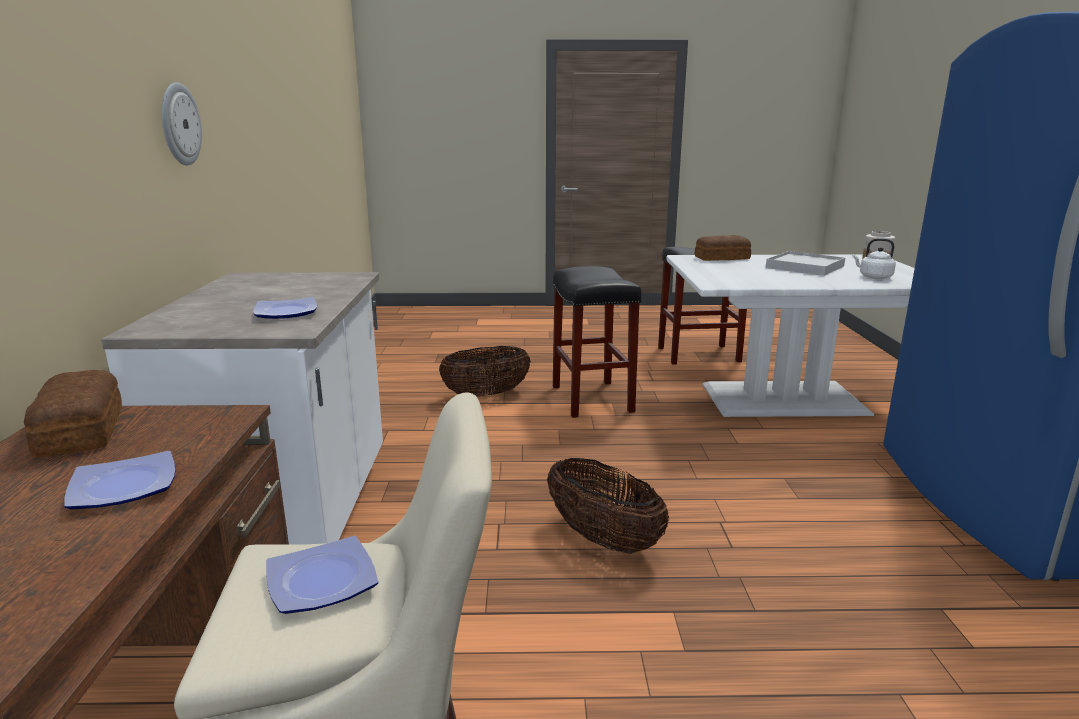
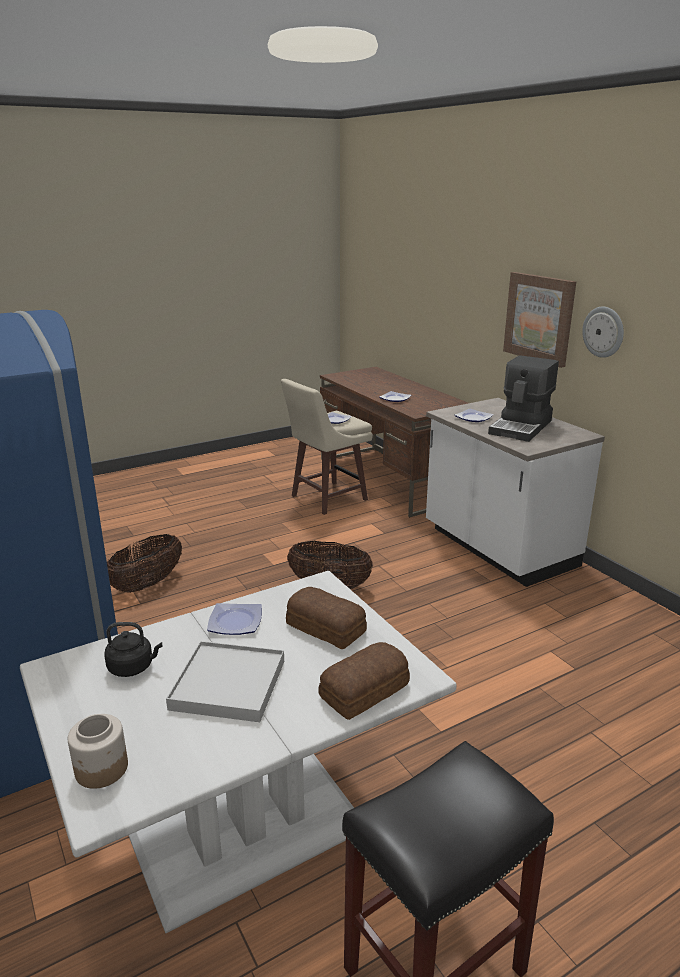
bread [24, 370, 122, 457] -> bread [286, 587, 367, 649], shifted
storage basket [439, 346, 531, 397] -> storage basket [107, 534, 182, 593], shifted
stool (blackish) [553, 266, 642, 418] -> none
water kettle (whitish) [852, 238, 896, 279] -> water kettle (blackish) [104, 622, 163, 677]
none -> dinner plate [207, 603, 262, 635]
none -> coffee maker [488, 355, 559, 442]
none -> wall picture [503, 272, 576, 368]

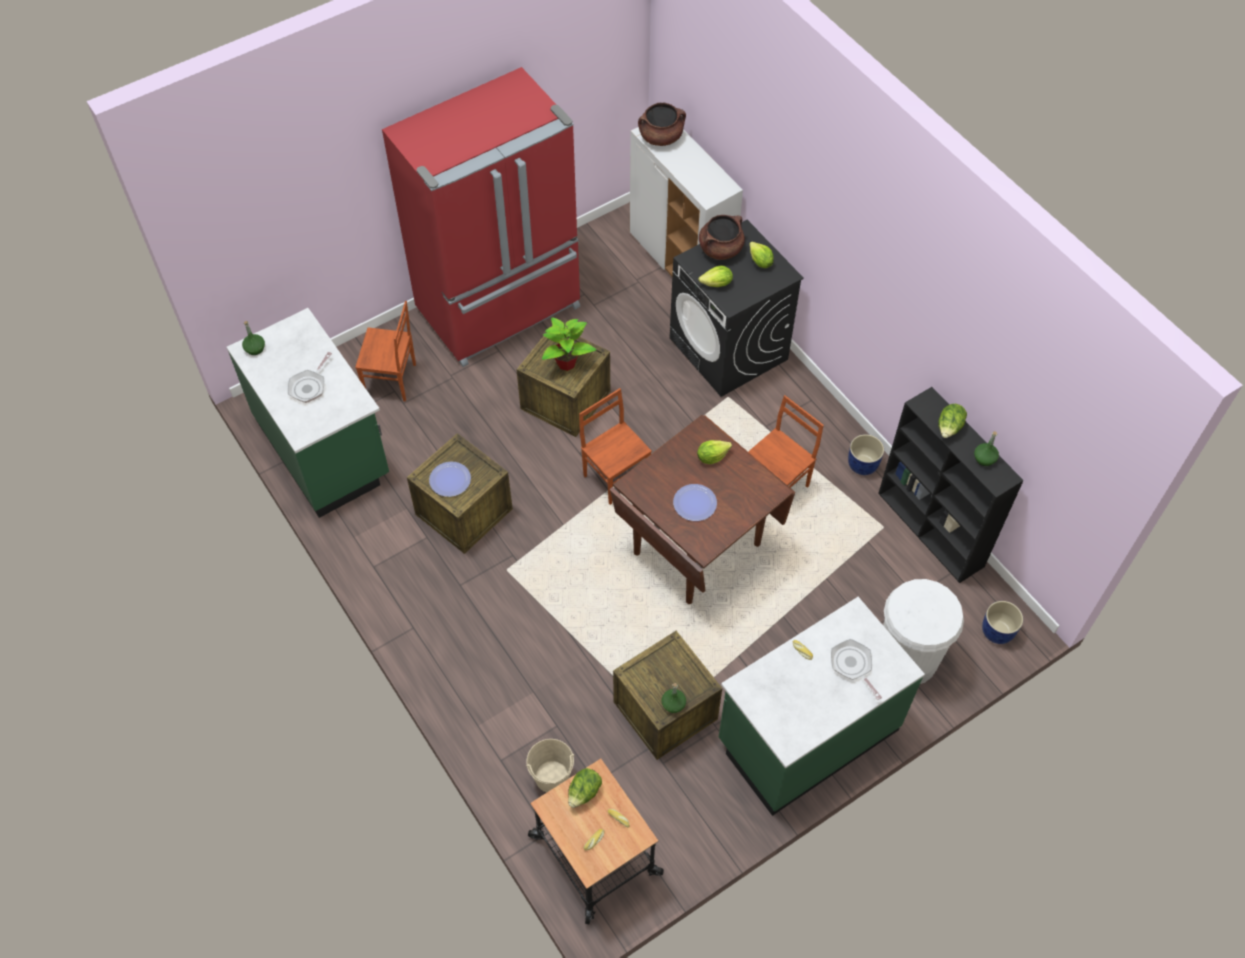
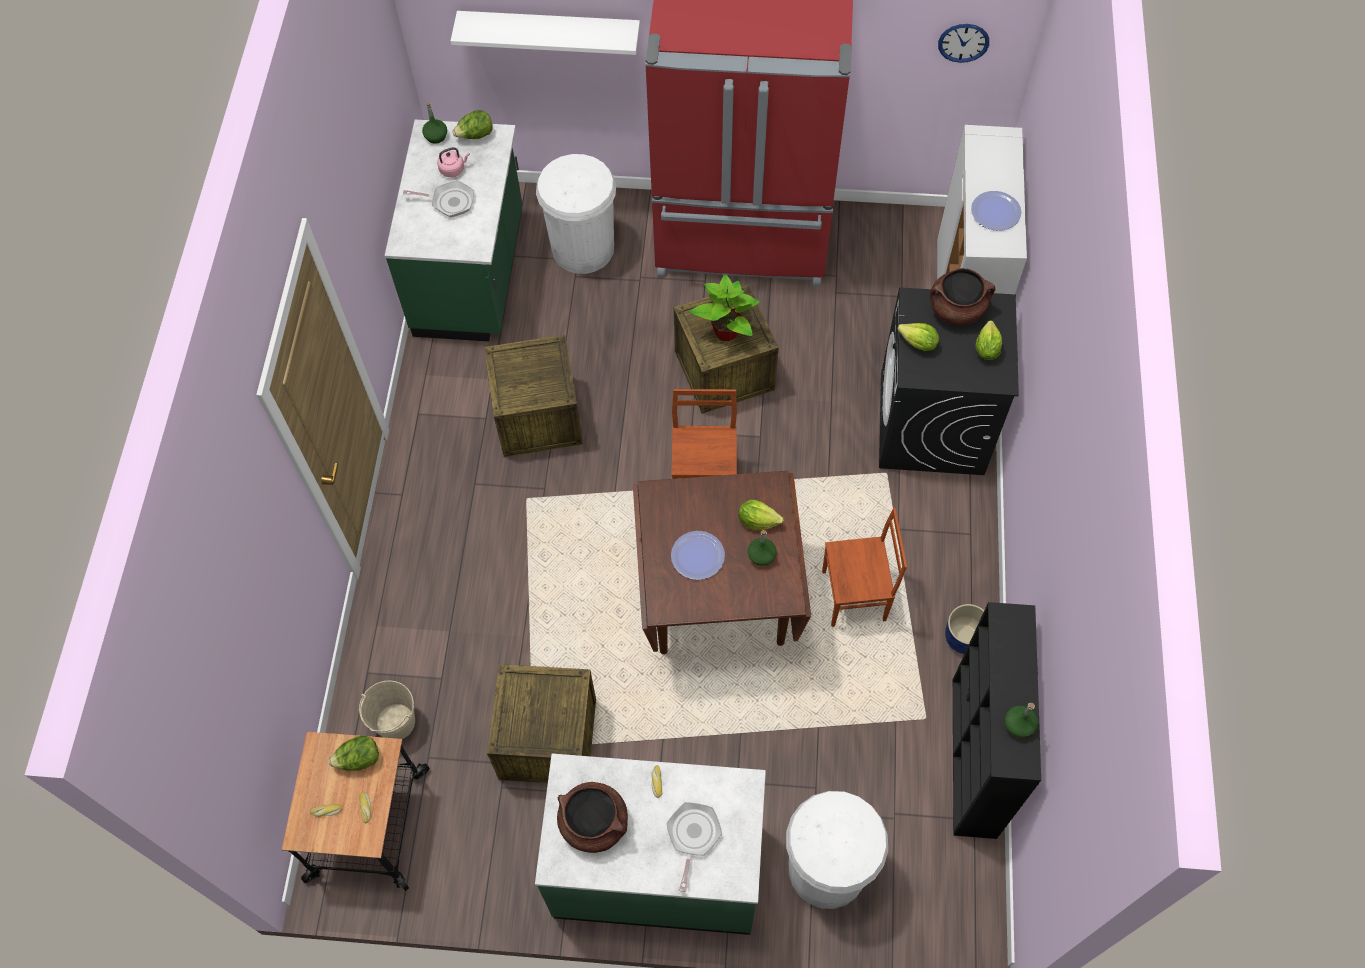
pan [288, 352, 332, 403] -> pan [403, 180, 474, 217], 150 degrees counterclockwise
plain chair (brownish) [355, 301, 416, 402] -> rubbish bin (whitish) [536, 154, 616, 274]
dinner plate [429, 462, 471, 497] -> dinner plate [971, 191, 1021, 231], shifted
saucepot (brownish) [638, 102, 686, 146] -> saucepot (brownish) [557, 782, 628, 853], shifted
bottle (greenish) [661, 683, 686, 713] -> bottle (greenish) [748, 530, 777, 566], shifted
lettuce [938, 404, 967, 438] -> lettuce [452, 110, 493, 139], shifted
flower pot (blue-coloured) [982, 601, 1023, 644] -> none
none -> water kettle (pink-coloured) [437, 147, 470, 177]
none -> wall shelf (whitish) [451, 11, 640, 55]
none -> hanging clock [938, 24, 989, 63]

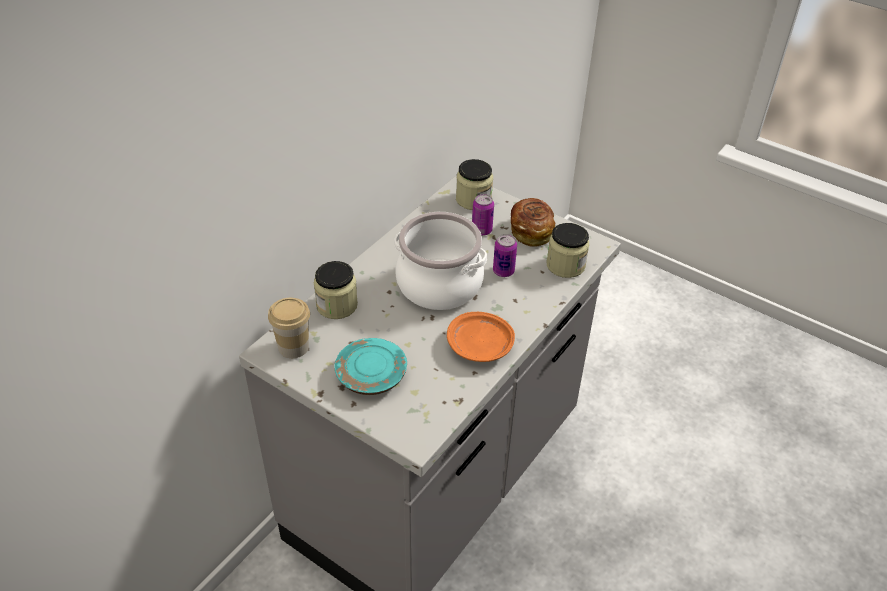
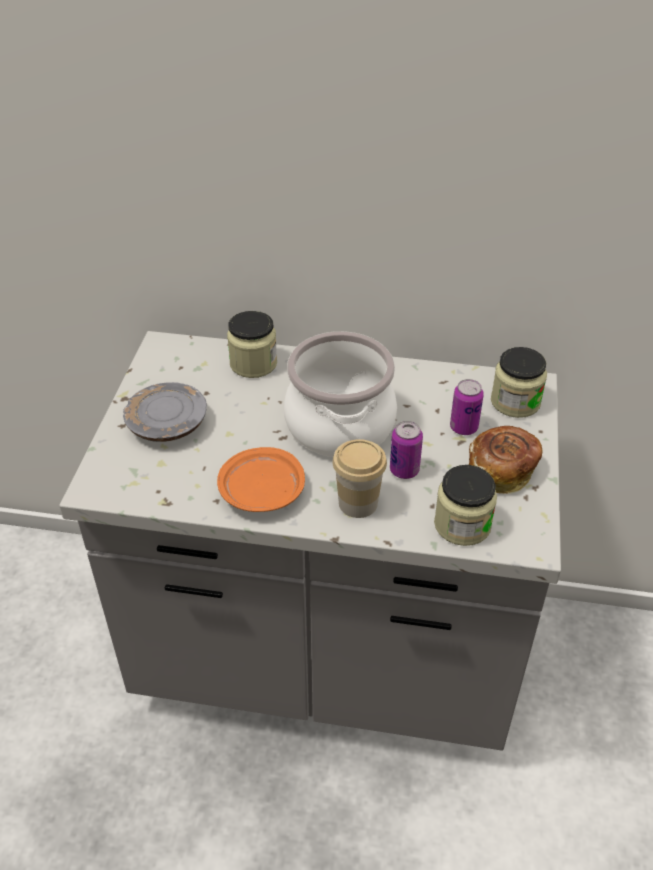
small cup [268, 298, 310, 358] -> small cup [332, 439, 387, 518], shifted
dinner plate (turquoise) [334, 338, 407, 395] -> dinner plate (greyish) [123, 382, 207, 442]

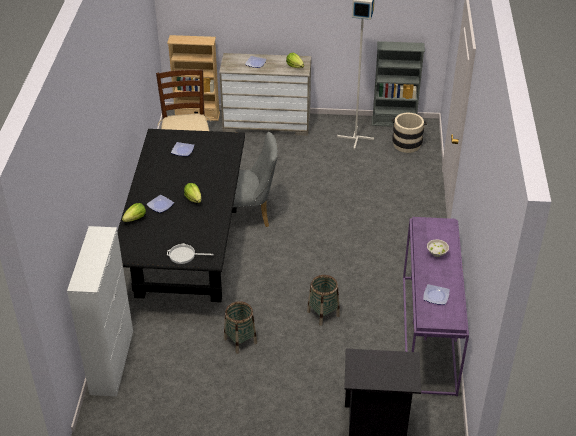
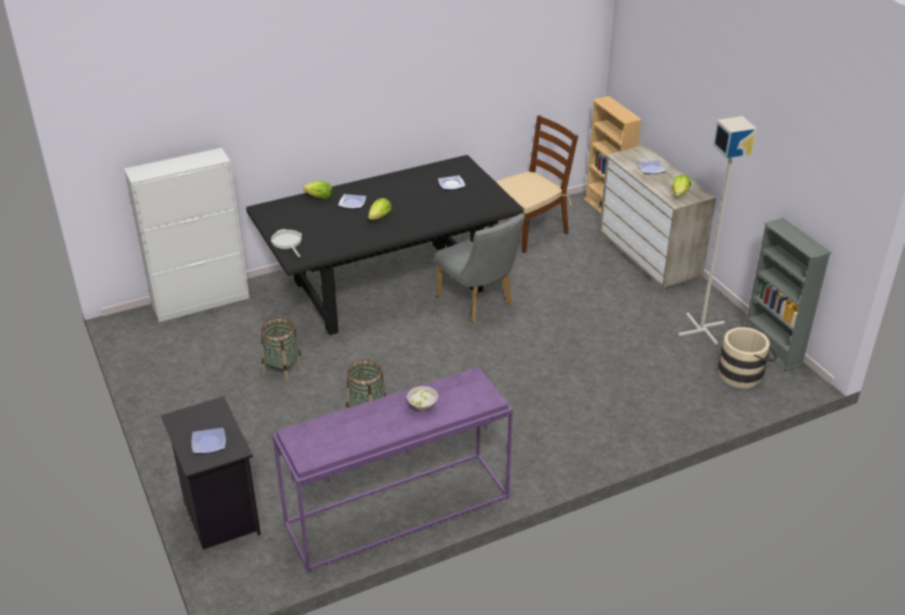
dinner plate [423, 284, 450, 305] -> dinner plate [191, 428, 226, 454], shifted

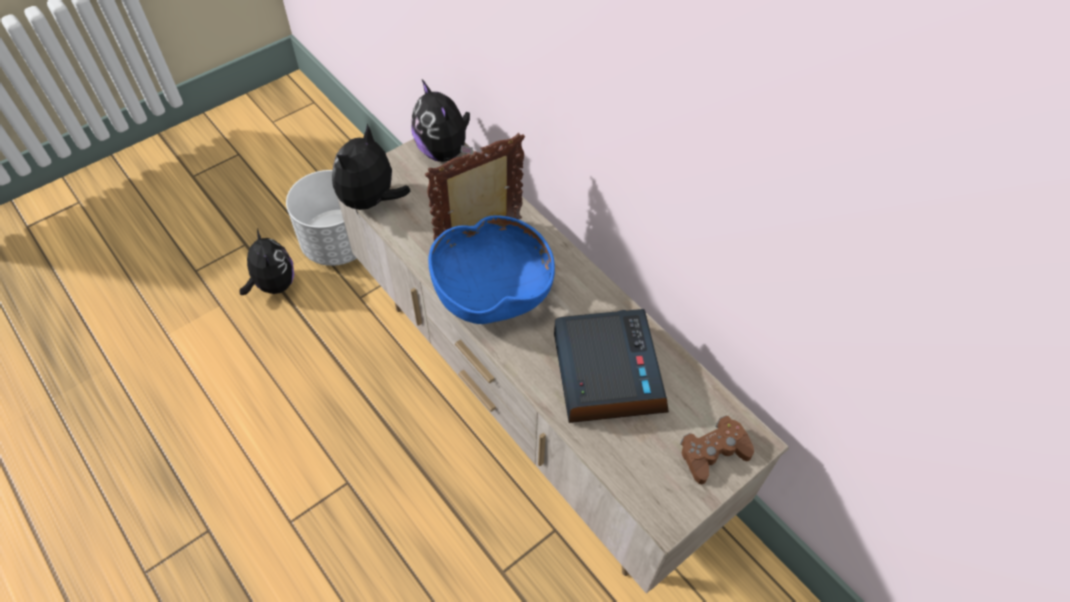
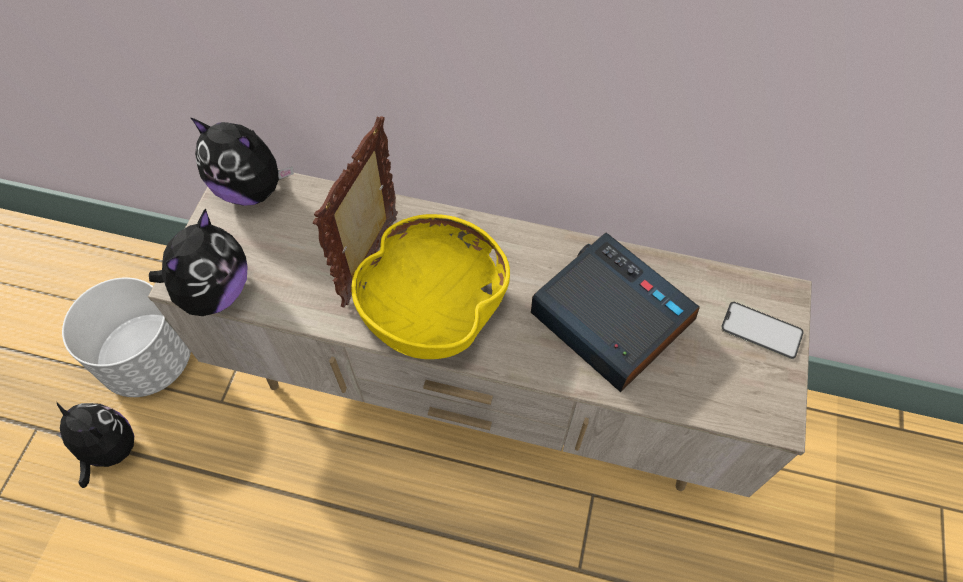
soft toy [332, 123, 411, 218] -> soft toy [149, 208, 247, 316], 150 degrees counterclockwise
deep dish (blue-coloured) [428, 215, 555, 324] -> deep dish (yellow-coloured) [352, 214, 510, 359]
game controller (brownish) [680, 415, 754, 484] -> handset [721, 301, 804, 360]

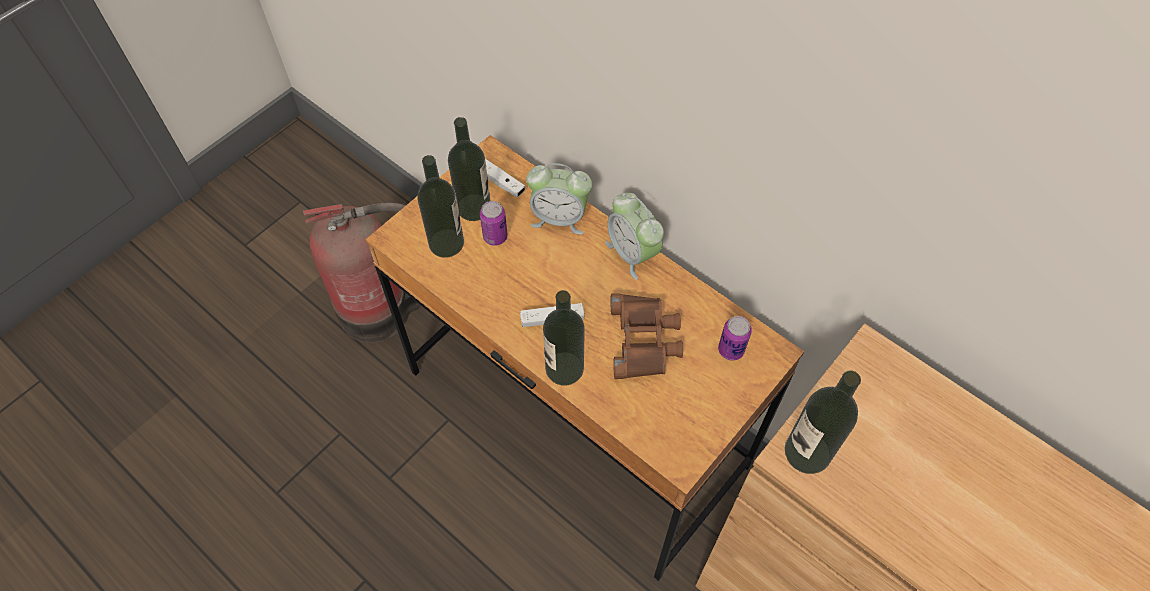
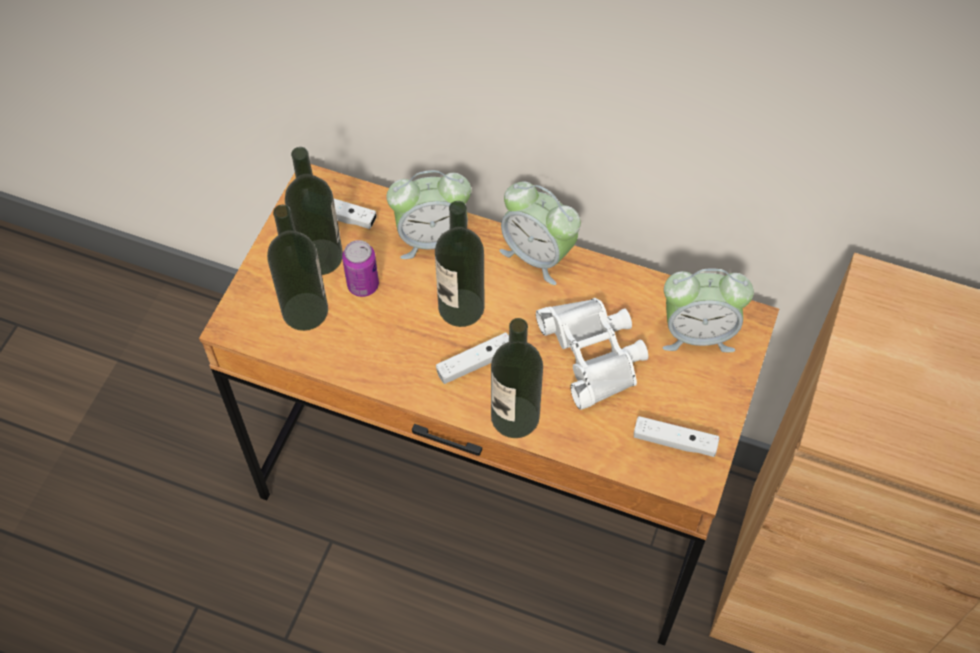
fire extinguisher [303, 203, 422, 343] -> none
field glasses (brownish) [611, 293, 683, 379] -> field glasses (whitish) [536, 298, 648, 410]
sealed can [718, 316, 752, 361] -> alarm clock [663, 268, 754, 352]
bottle [785, 370, 861, 474] -> bottle [435, 201, 485, 327], shifted
none -> game controller (whitish) [634, 416, 719, 457]

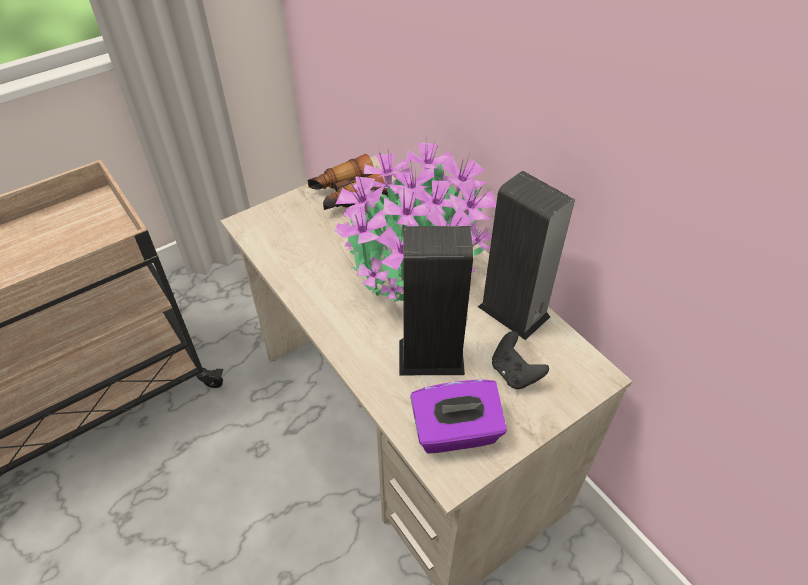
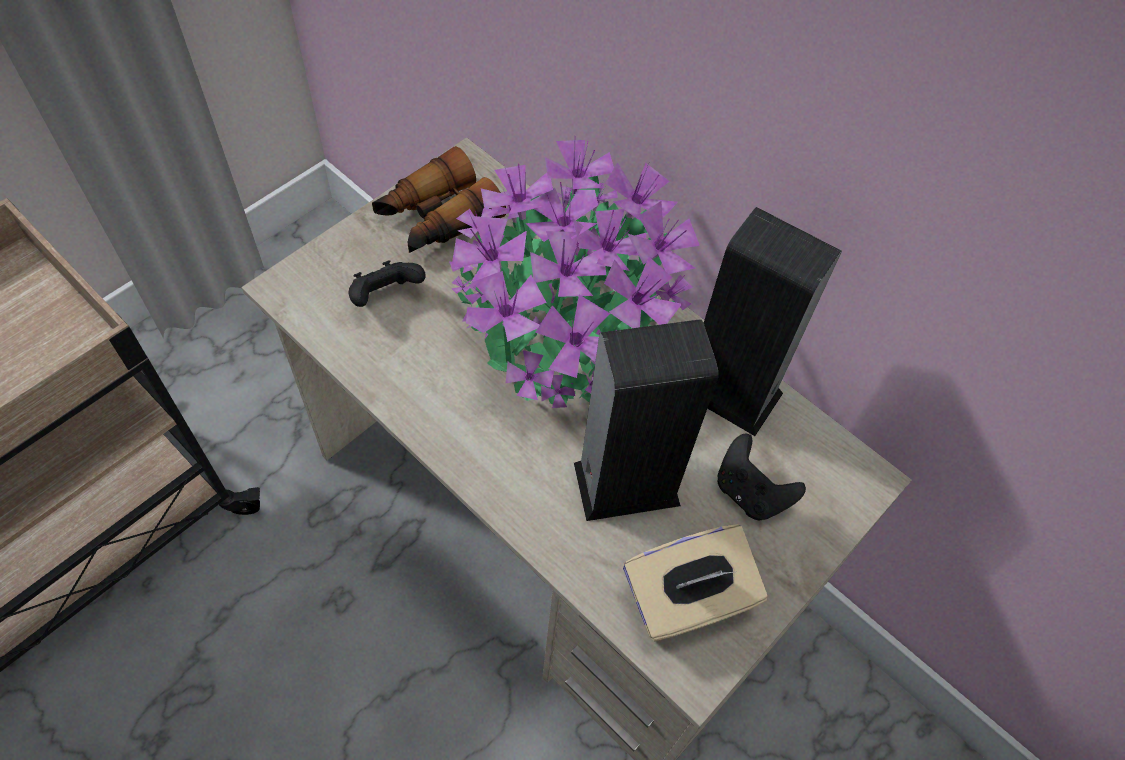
tissue box (purplish) [410, 379, 507, 454] -> tissue box (beige-coloured) [623, 524, 768, 642]
none -> game controller (blackish) [348, 260, 426, 307]

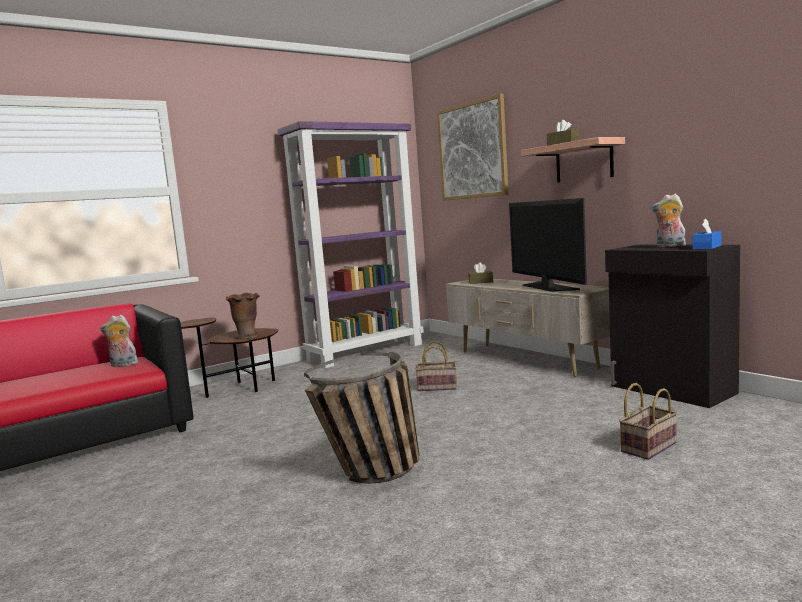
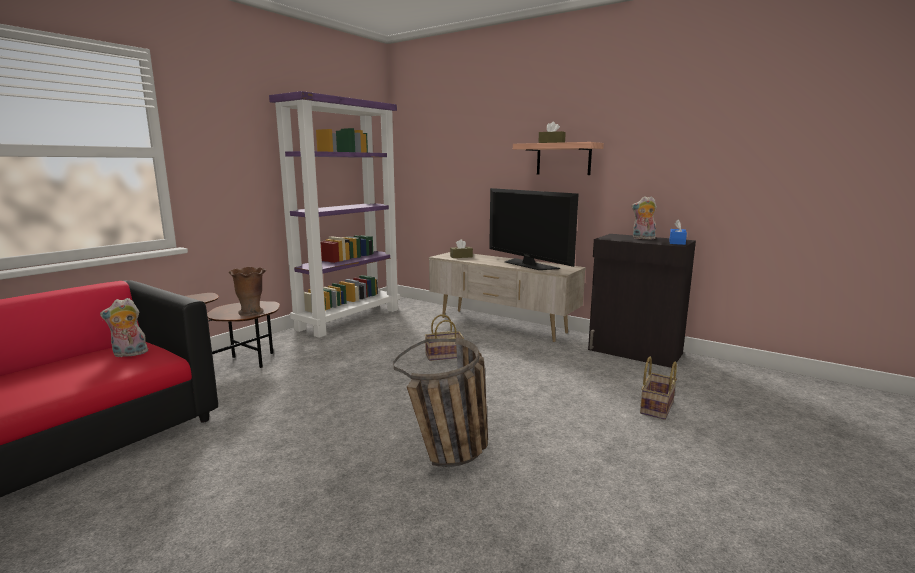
wall picture [437, 94, 509, 201] -> none

